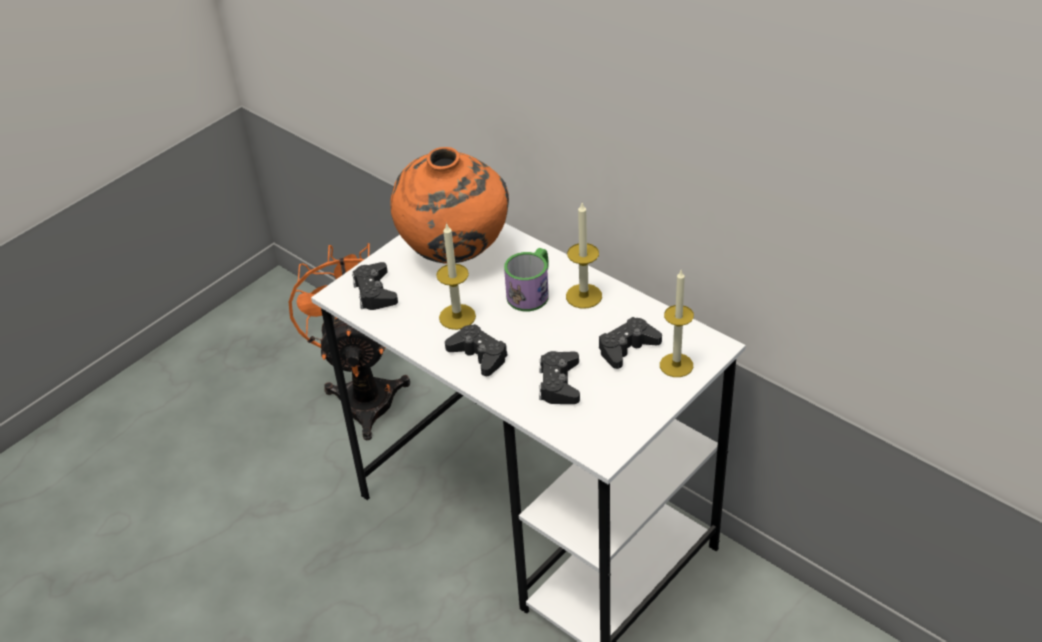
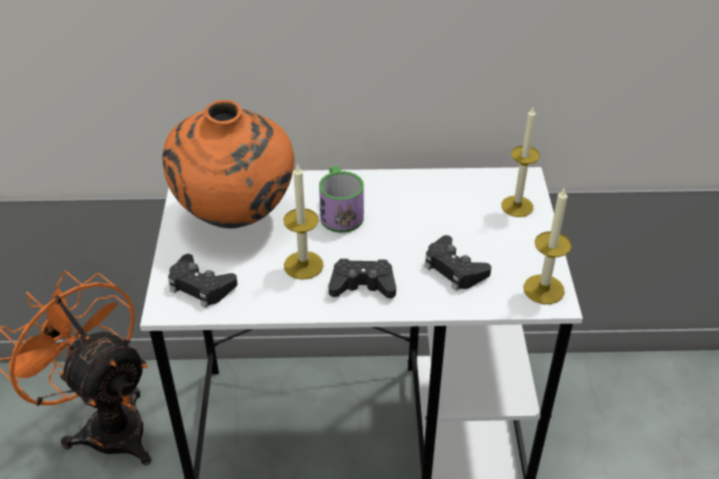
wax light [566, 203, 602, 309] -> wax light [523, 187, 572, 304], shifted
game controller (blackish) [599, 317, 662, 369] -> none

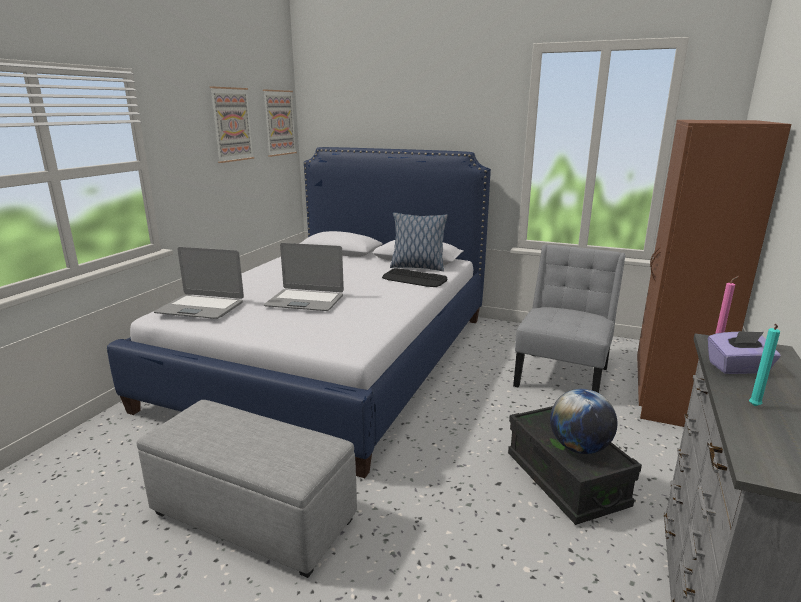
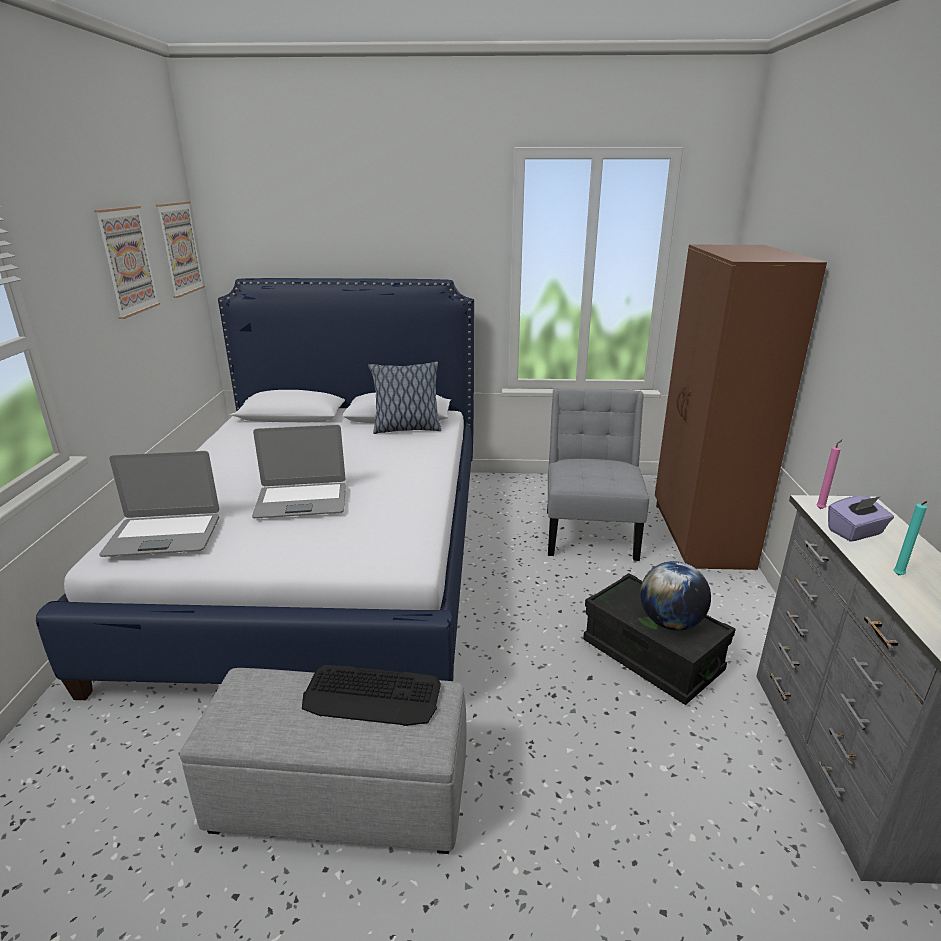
keyboard [382, 268, 448, 287] -> keyboard [302, 665, 441, 726], shifted

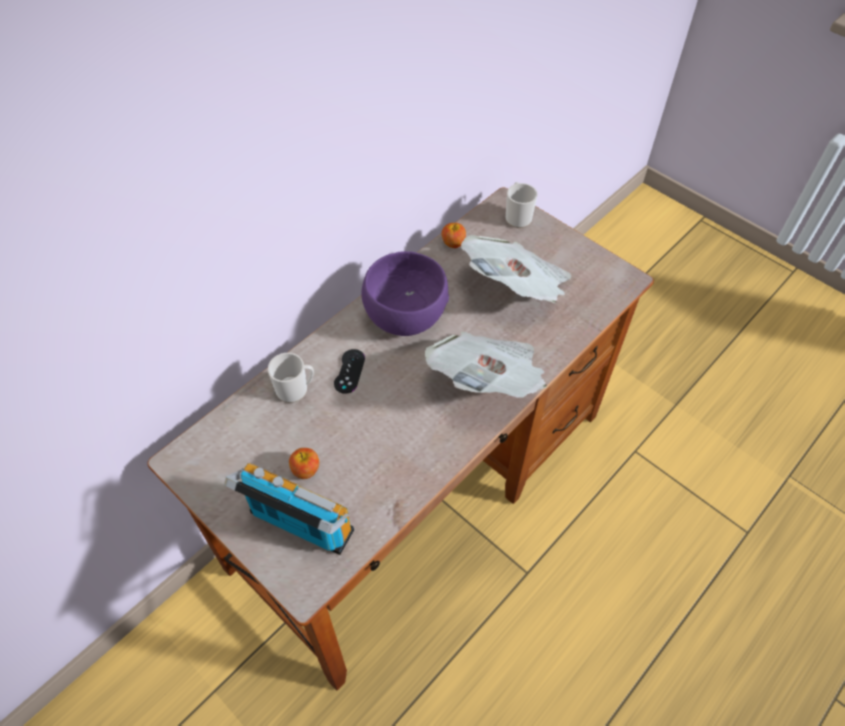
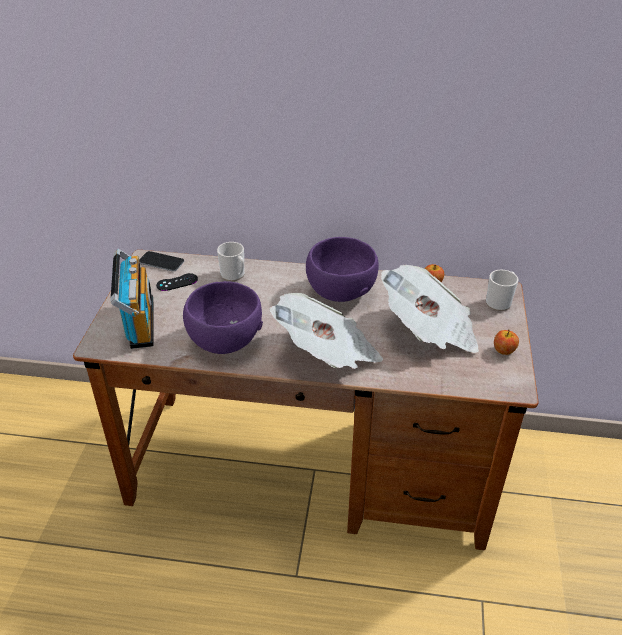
apple [289, 448, 319, 479] -> apple [494, 329, 519, 355], shifted
game controller (blackish) [334, 349, 365, 394] -> game controller (blackish) [156, 273, 198, 291], shifted
none -> handset [139, 251, 184, 271]
none -> deep dish (purplish) [183, 281, 263, 354]

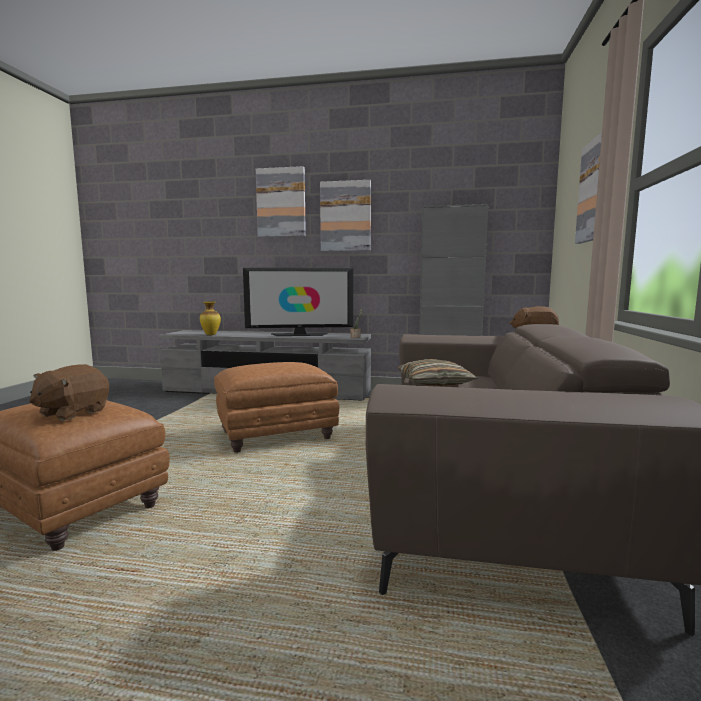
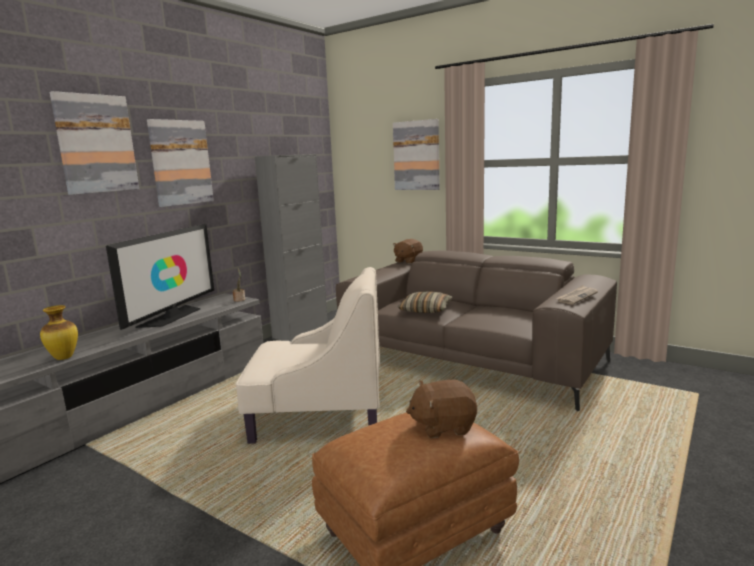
soft toy (brownish) [29, 364, 109, 421] -> soft toy (brownish) [406, 380, 477, 438], 120 degrees clockwise
pouffe (brownish) [214, 362, 339, 453] -> lounge chair (beige-coloured) [236, 267, 380, 444]
none -> daily paper [556, 285, 598, 305]

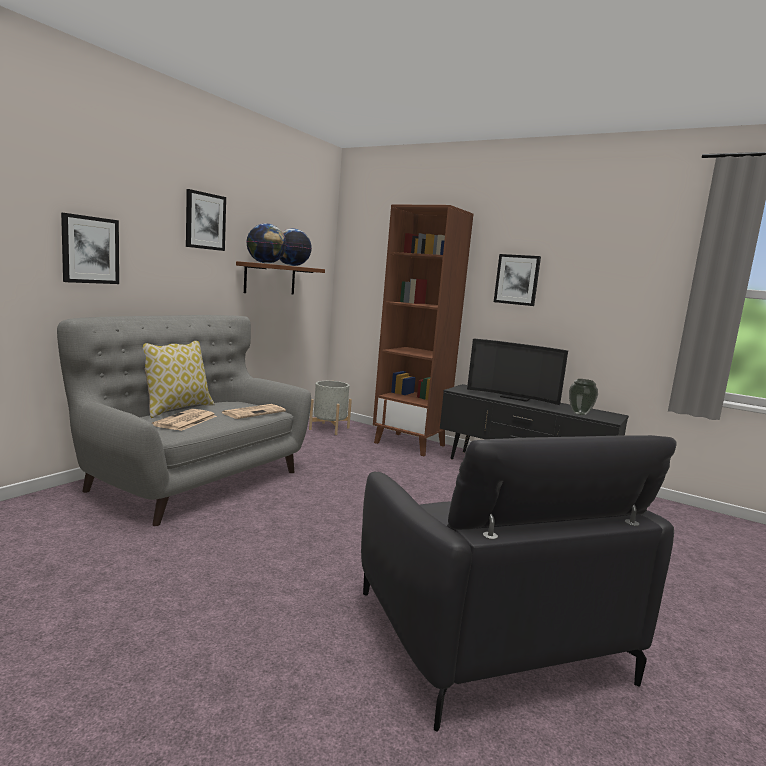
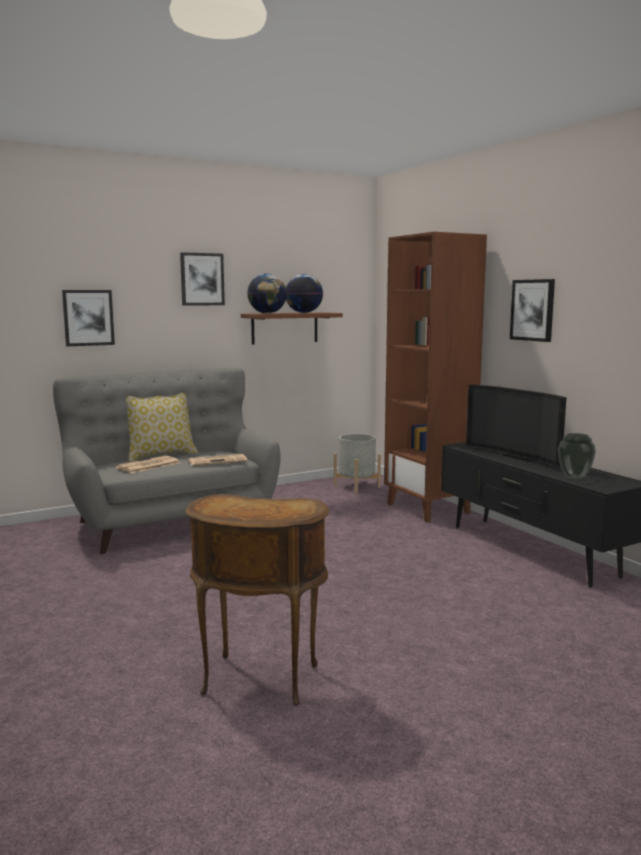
lounge chair (blackish) [361, 435, 677, 732] -> side table (brownish) [186, 494, 329, 706]

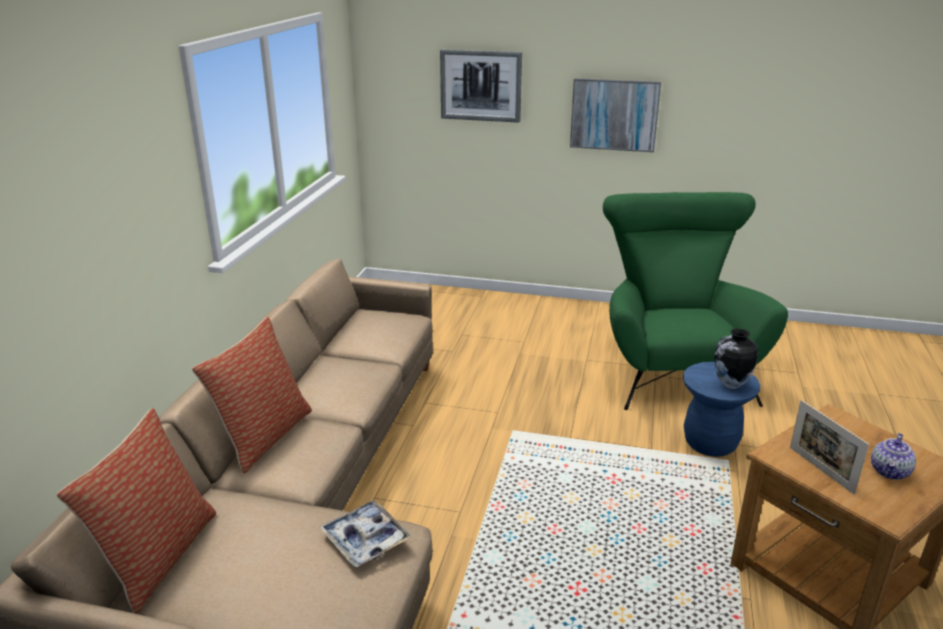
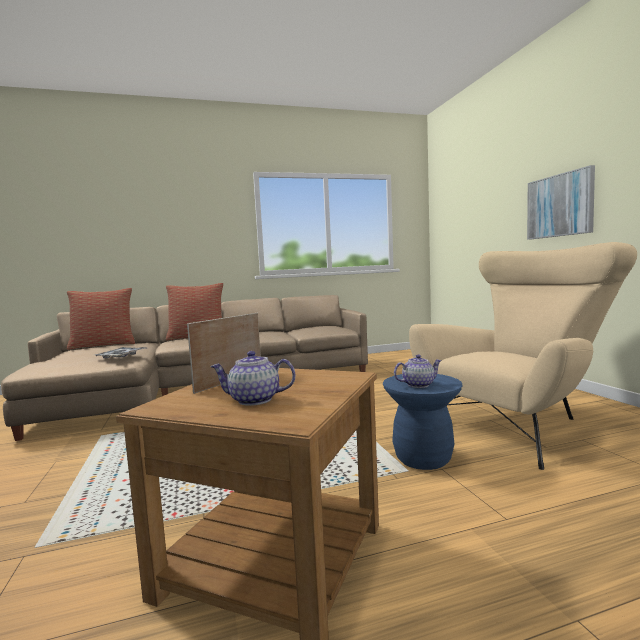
wall picture [440, 49, 522, 123] -> none
lounge chair (greenish) [603, 192, 788, 410] -> lounge chair (beige-coloured) [409, 242, 637, 470]
decorative vase [714, 328, 758, 389] -> pot for tea [394, 355, 442, 388]

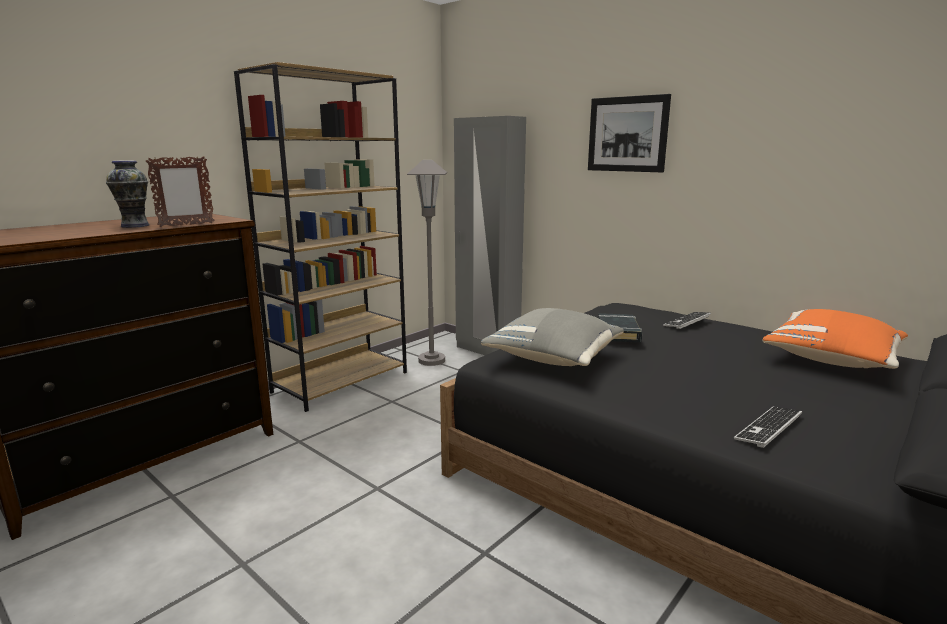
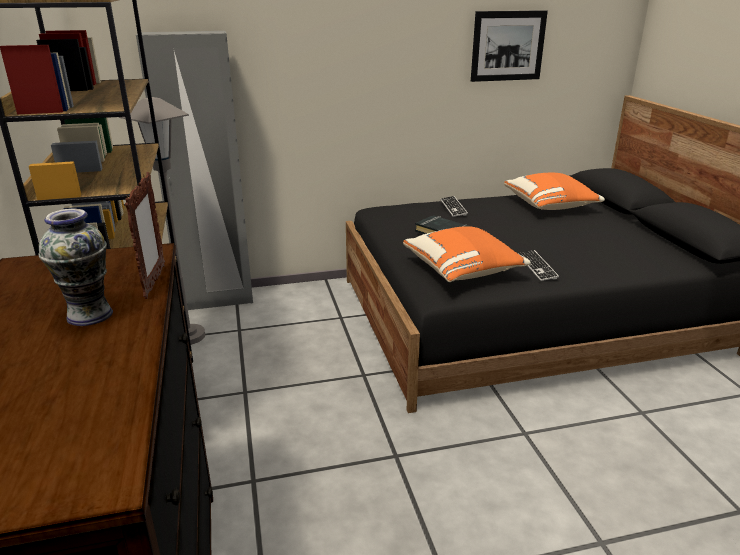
cushion (greyish) [481, 308, 624, 366] -> cushion (orange-coloured) [403, 226, 531, 282]
wall picture [588, 94, 671, 173] -> wall picture [471, 10, 548, 82], shifted
keyboard [734, 407, 802, 448] -> keyboard [518, 250, 559, 281], shifted

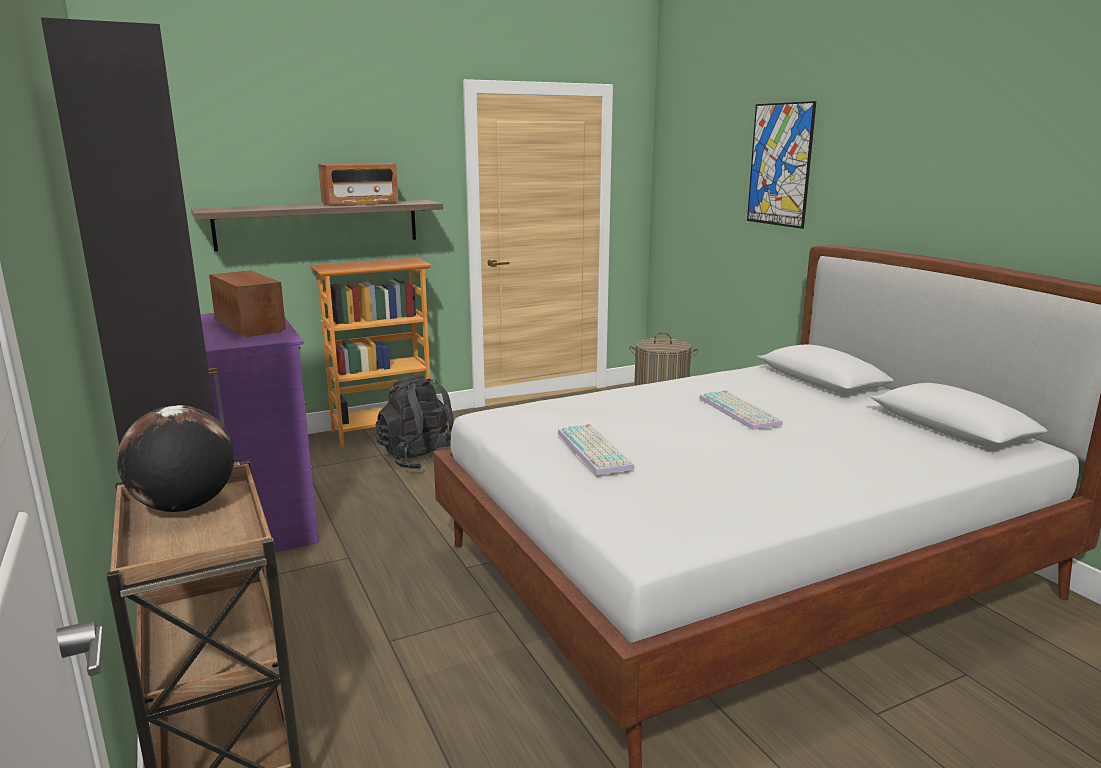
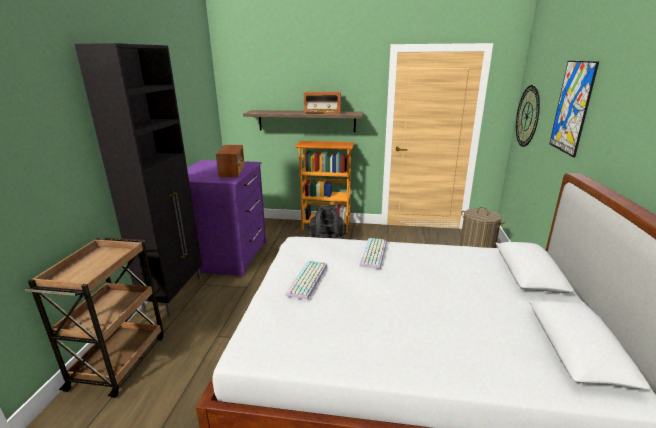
globe [117, 405, 234, 512] -> none
keyboard [699, 390, 783, 430] -> keyboard [359, 238, 387, 269], shifted
none -> hanging clock [516, 85, 540, 147]

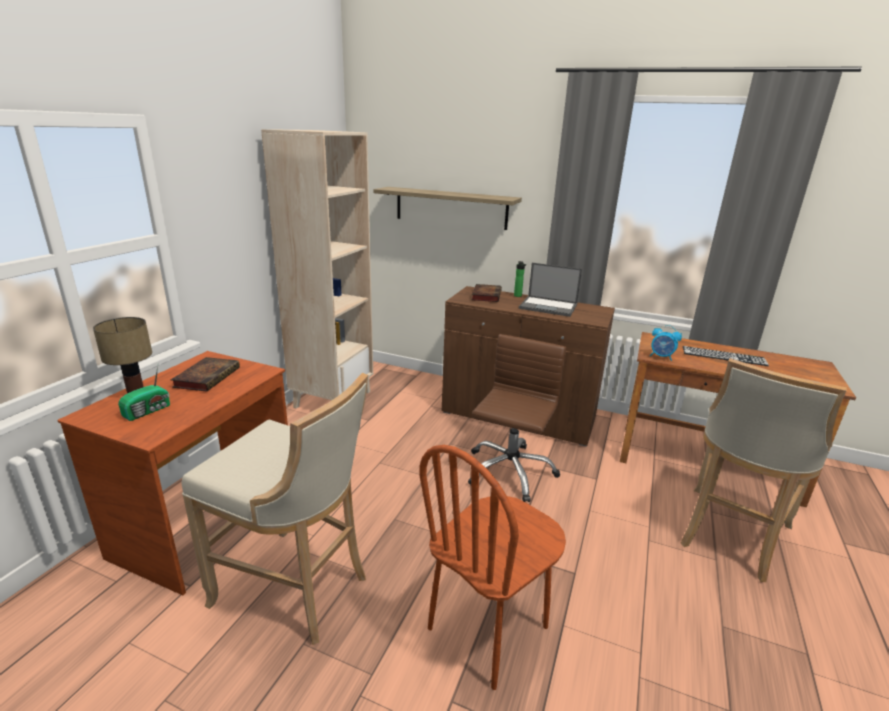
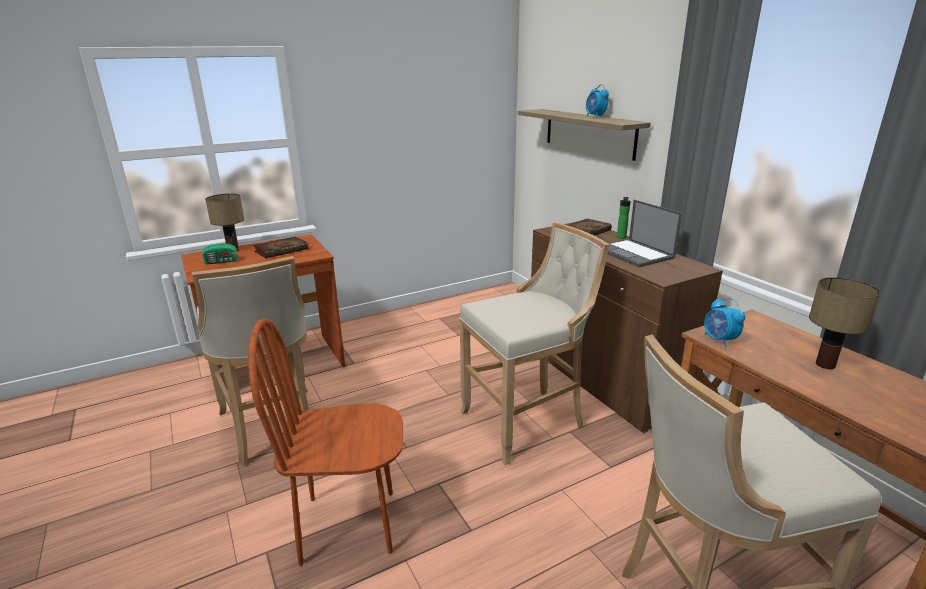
bookshelf (beige-coloured) [261, 129, 373, 409] -> none
desk chair (brownish) [468, 334, 566, 502] -> stool (beige-coloured) [460, 223, 609, 465]
keyboard [683, 346, 769, 366] -> lamp for a table [809, 277, 881, 369]
none -> alarm clock [586, 84, 609, 118]

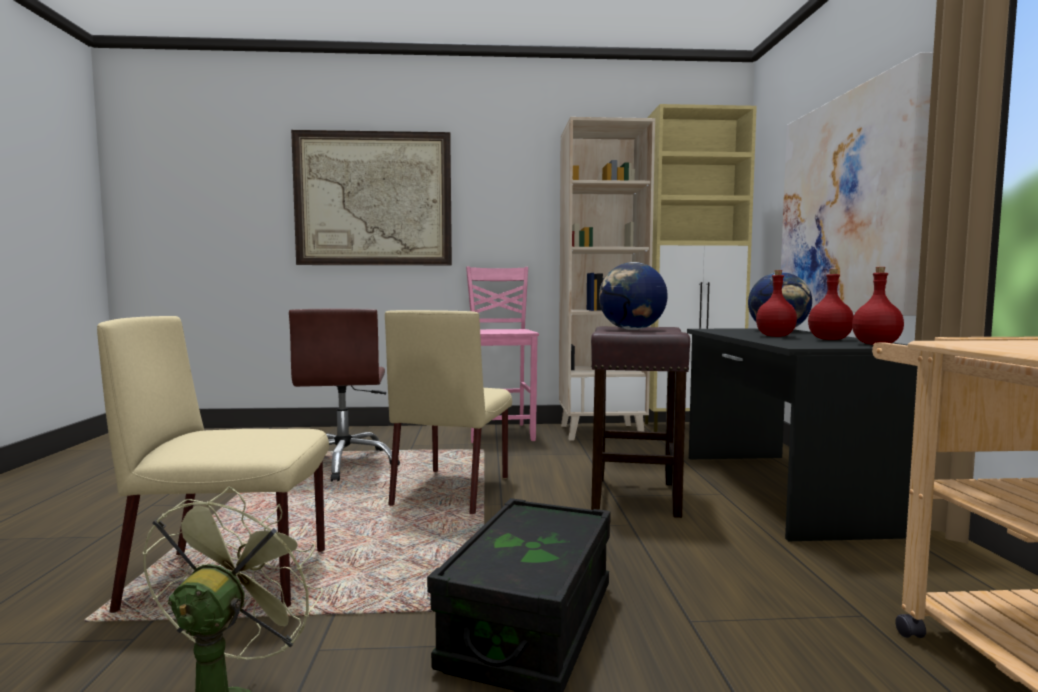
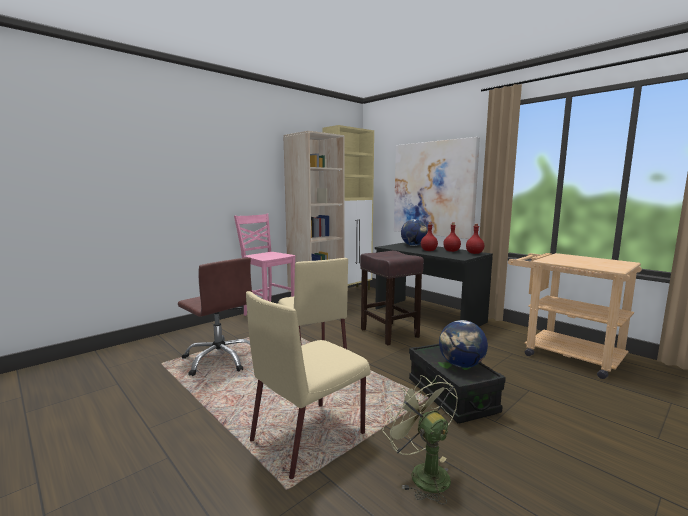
wall picture [291, 130, 452, 265] -> none
globe [599, 262, 668, 330] -> globe [439, 320, 488, 368], shifted

